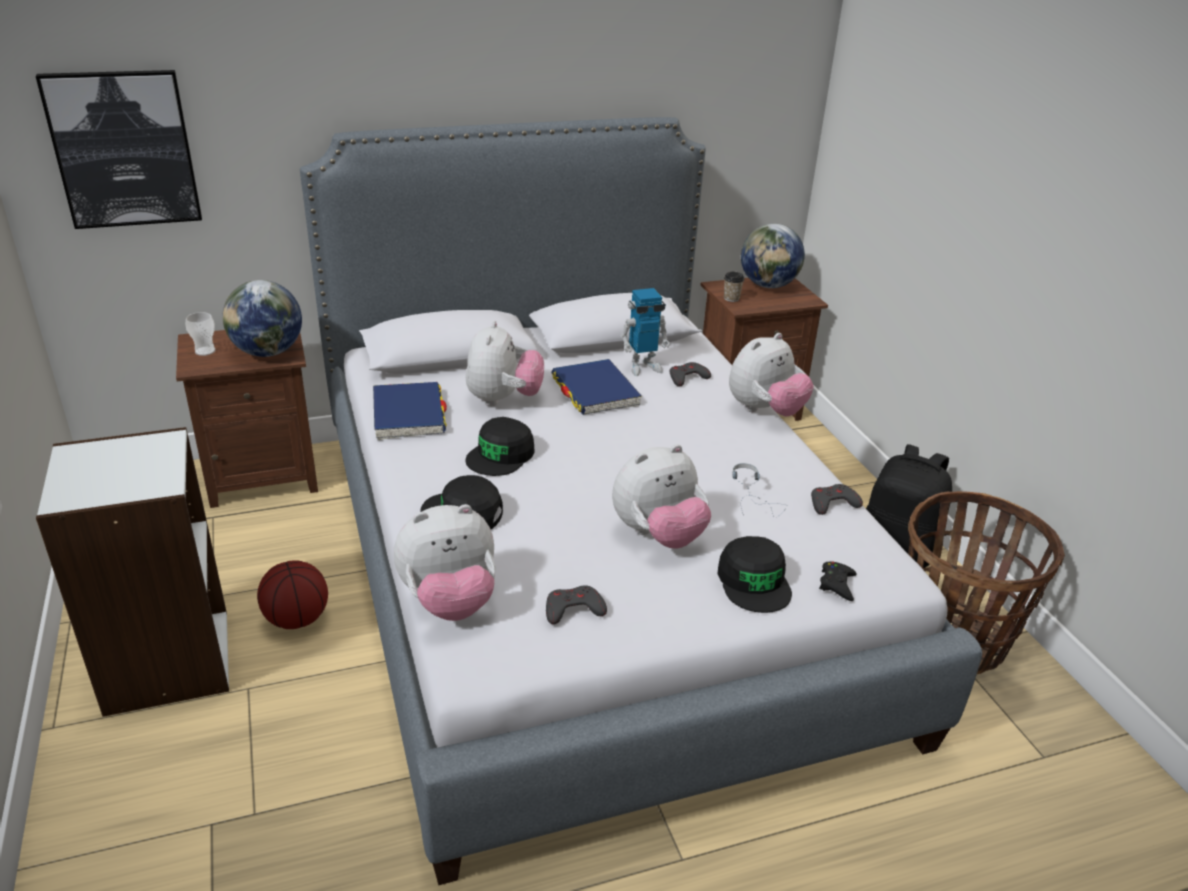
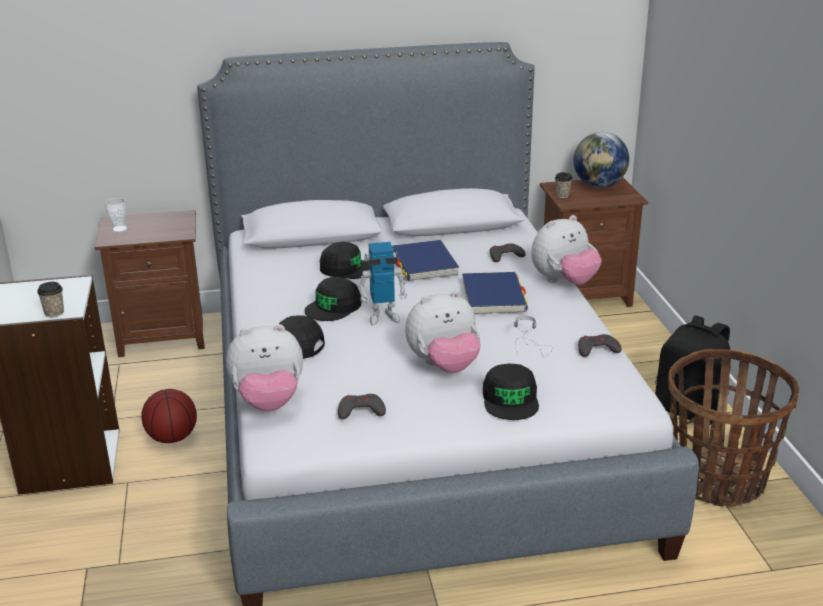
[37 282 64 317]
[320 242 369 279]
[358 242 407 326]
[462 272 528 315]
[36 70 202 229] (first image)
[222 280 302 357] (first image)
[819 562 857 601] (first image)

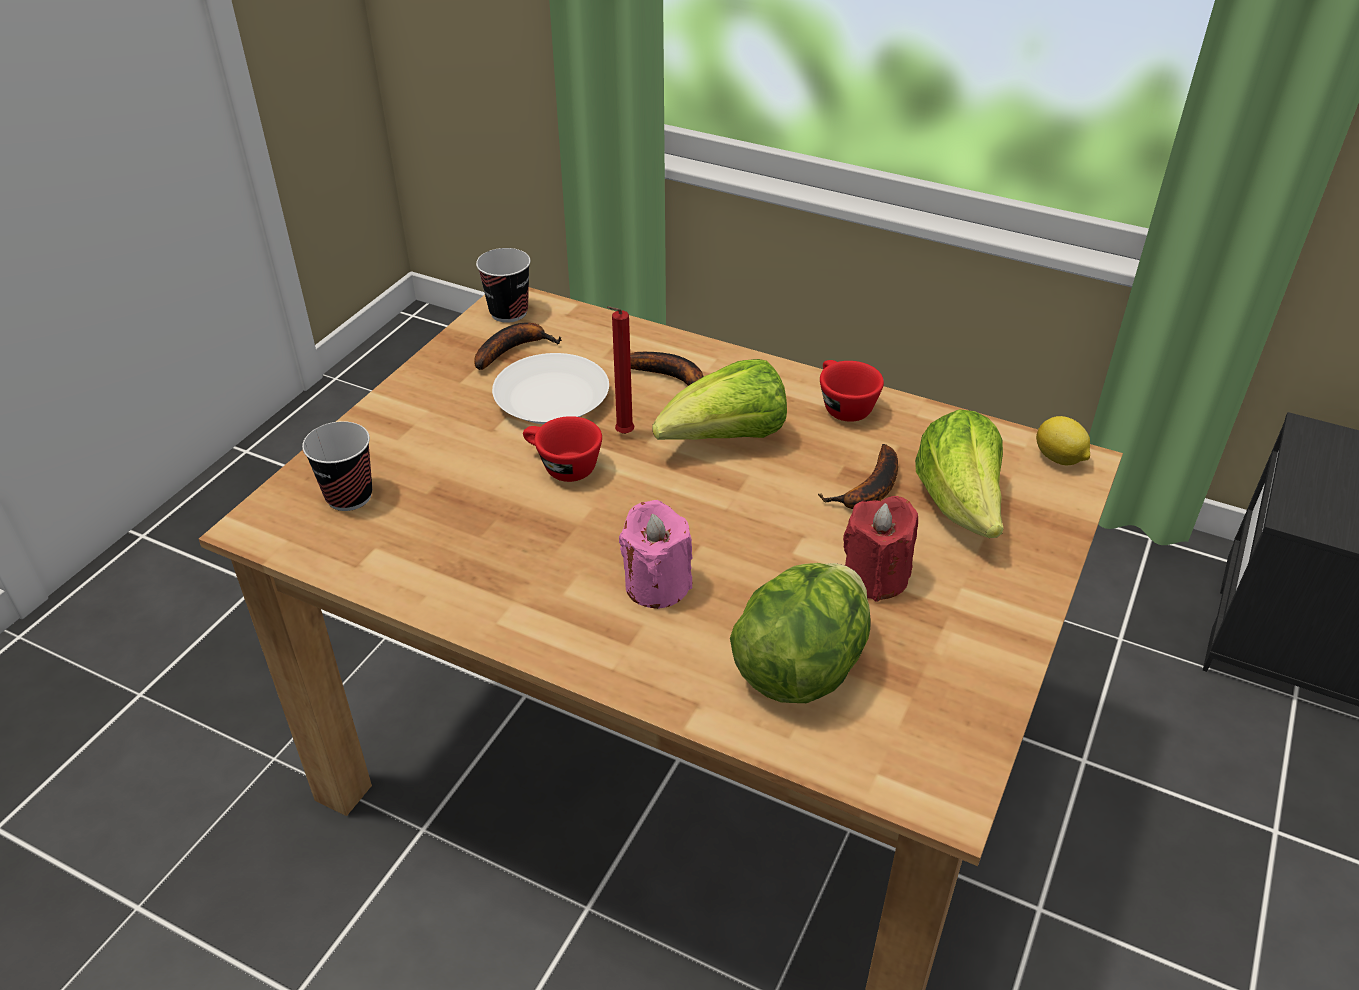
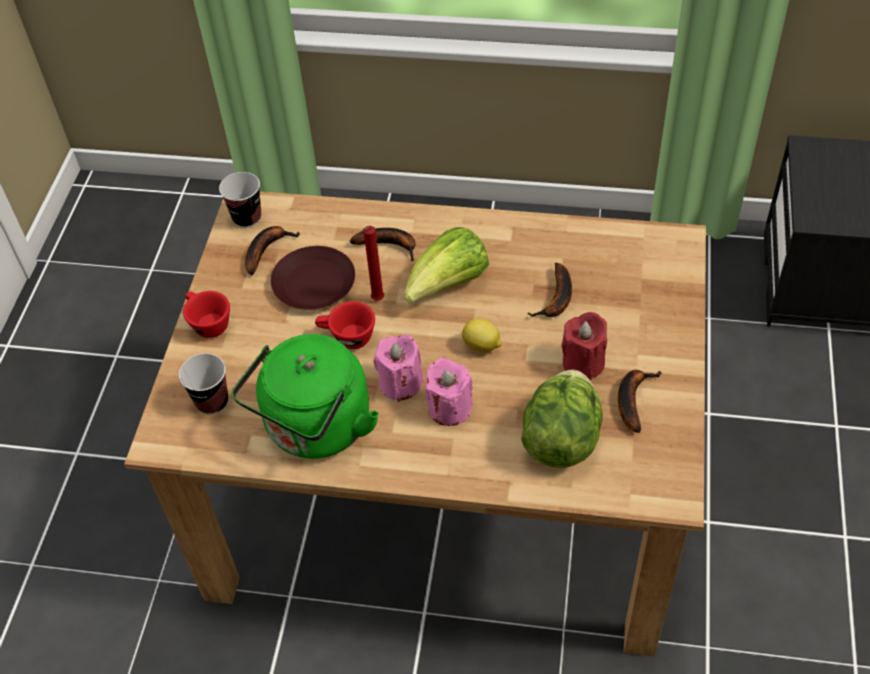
[183 291 230 338]
[232 334 379 459]
[271 246 355 310]
[373 334 424 402]
[462 318 501 353]
[618 370 662 433]
[915 409 1003 538] (first image)

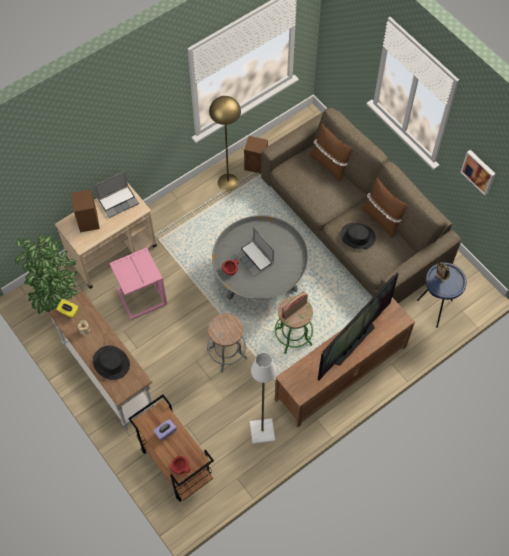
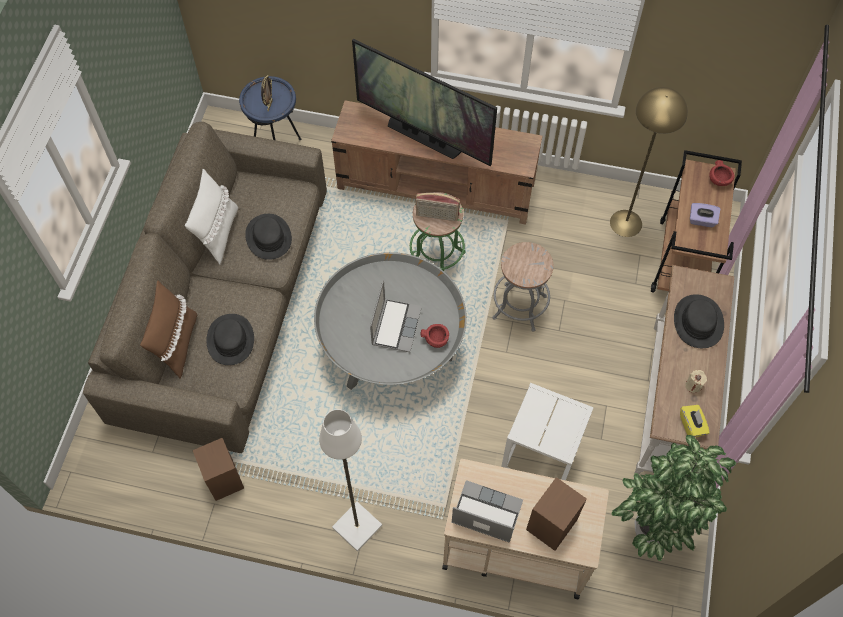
[185 169 238 265]
[206 314 254 365]
[319 409 382 551]
[352 39 497 166]
[501 383 594 480]
[610 87 688 237]
[461 150 495 195] (first image)

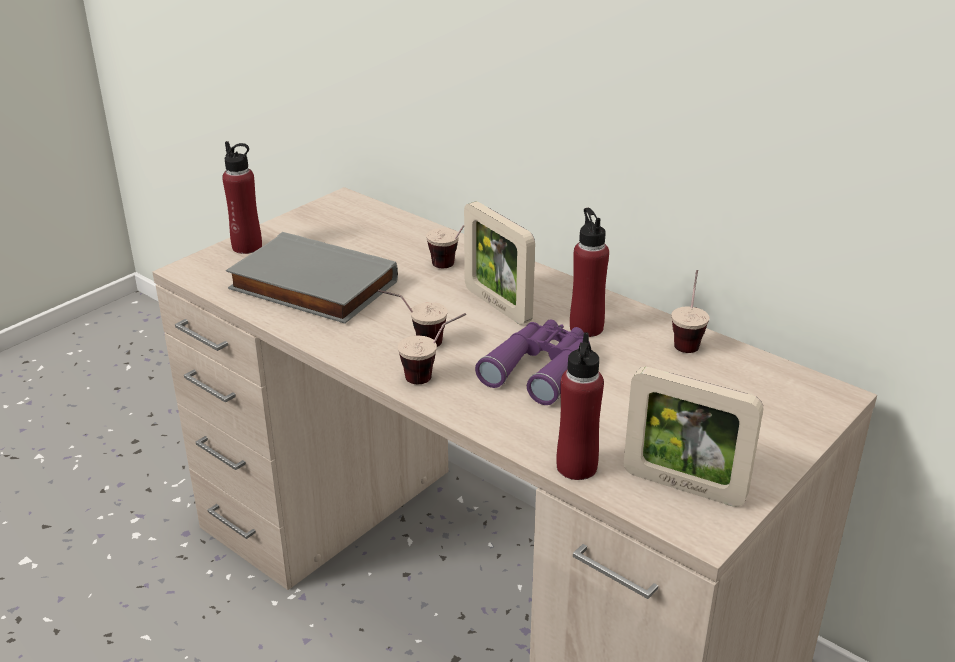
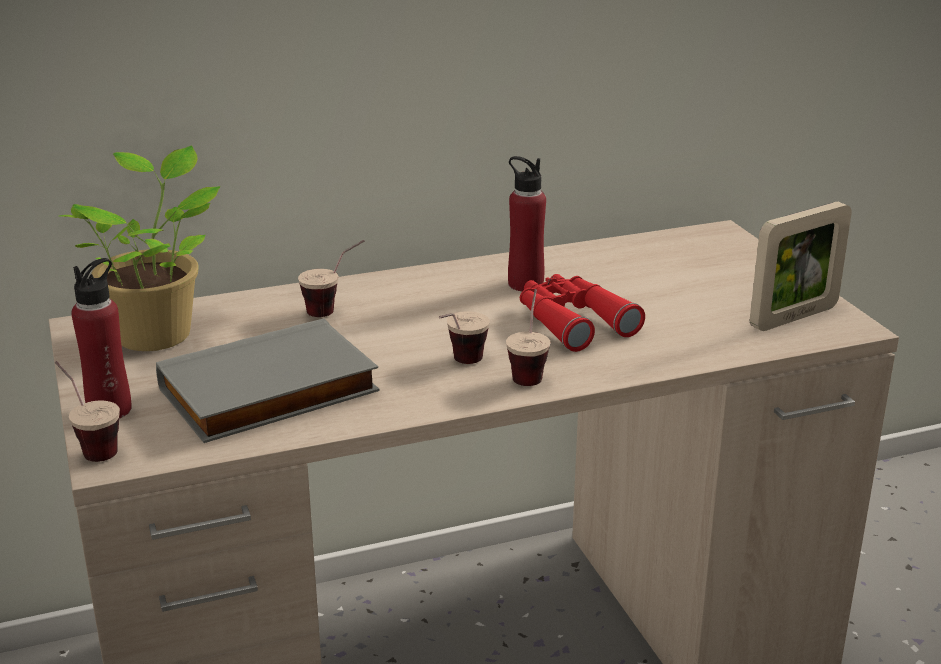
[55 361 120 462]
[59 146 221 351]
[520 274 645 352]
[464 201 535 325] (first image)
[556 332 604 480] (first image)

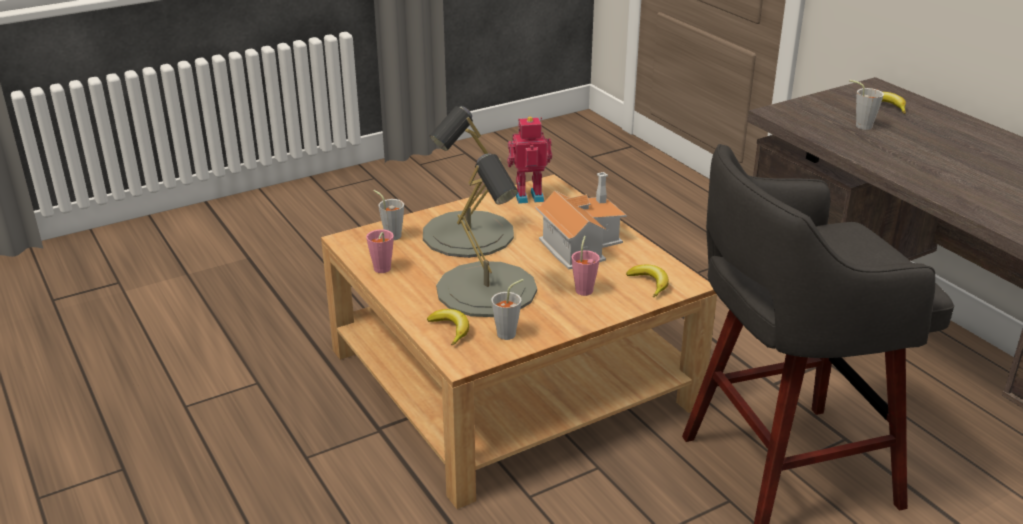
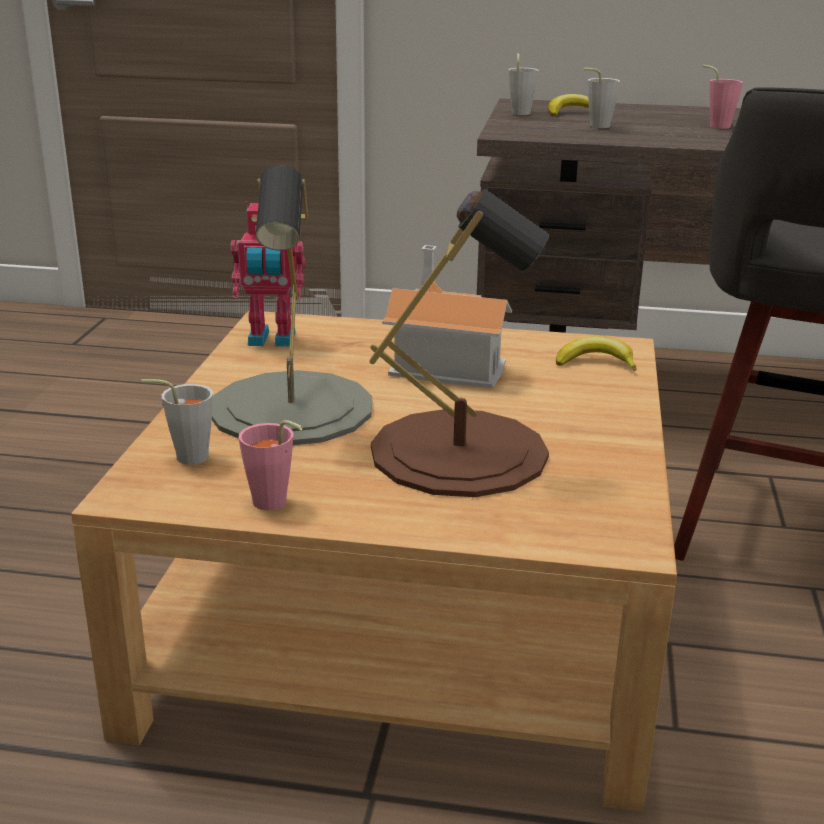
[231 201 305 347]
[369 189 549 497]
[508 53 539 115]
[703 65 743 129]
[427 309 469 346] (first image)

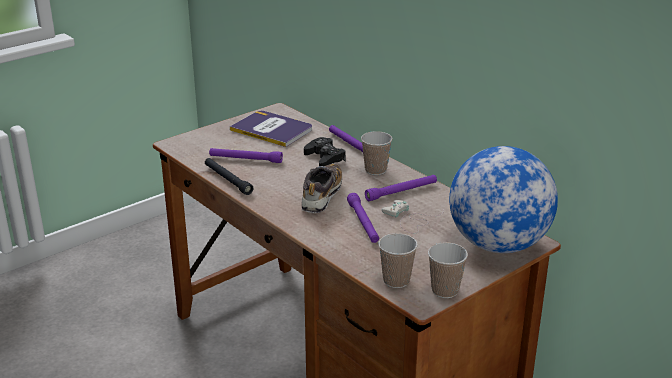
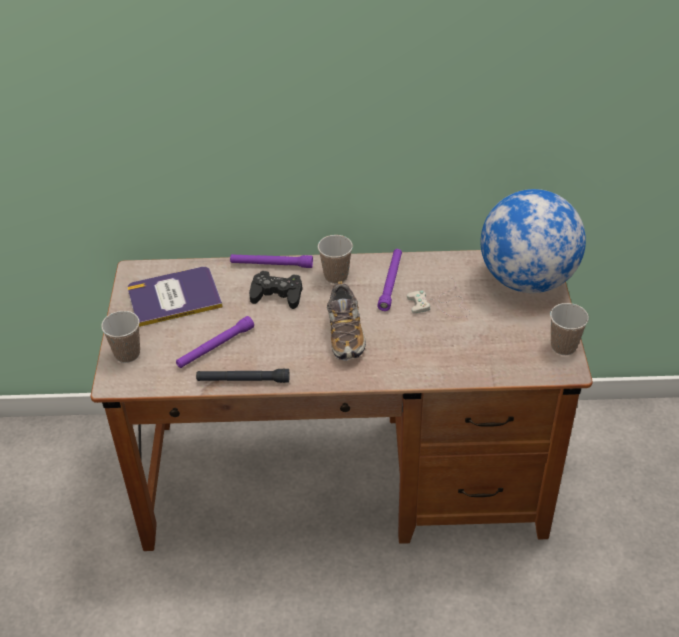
[101 311 140 363]
[327 281 366 361]
[347 193 379 243] (first image)

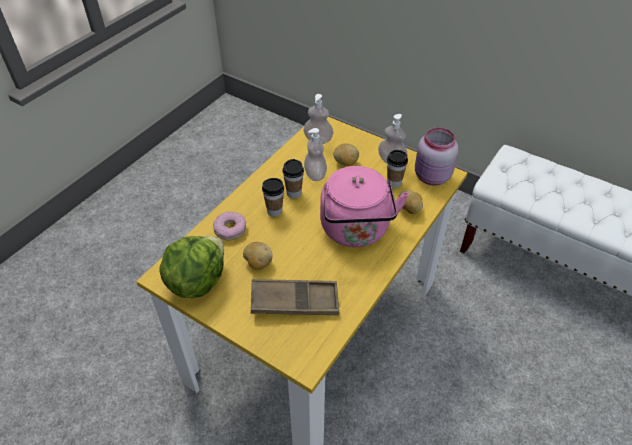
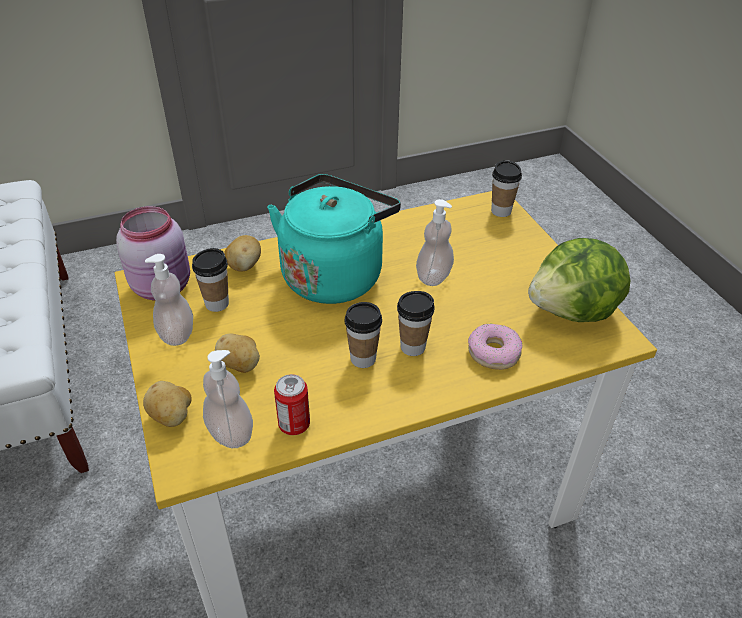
[143 381 192 427]
[267 174 401 304]
[274 374 310 435]
[416 199 454 286]
[491 160 522 217]
[251 279 339 316] (first image)

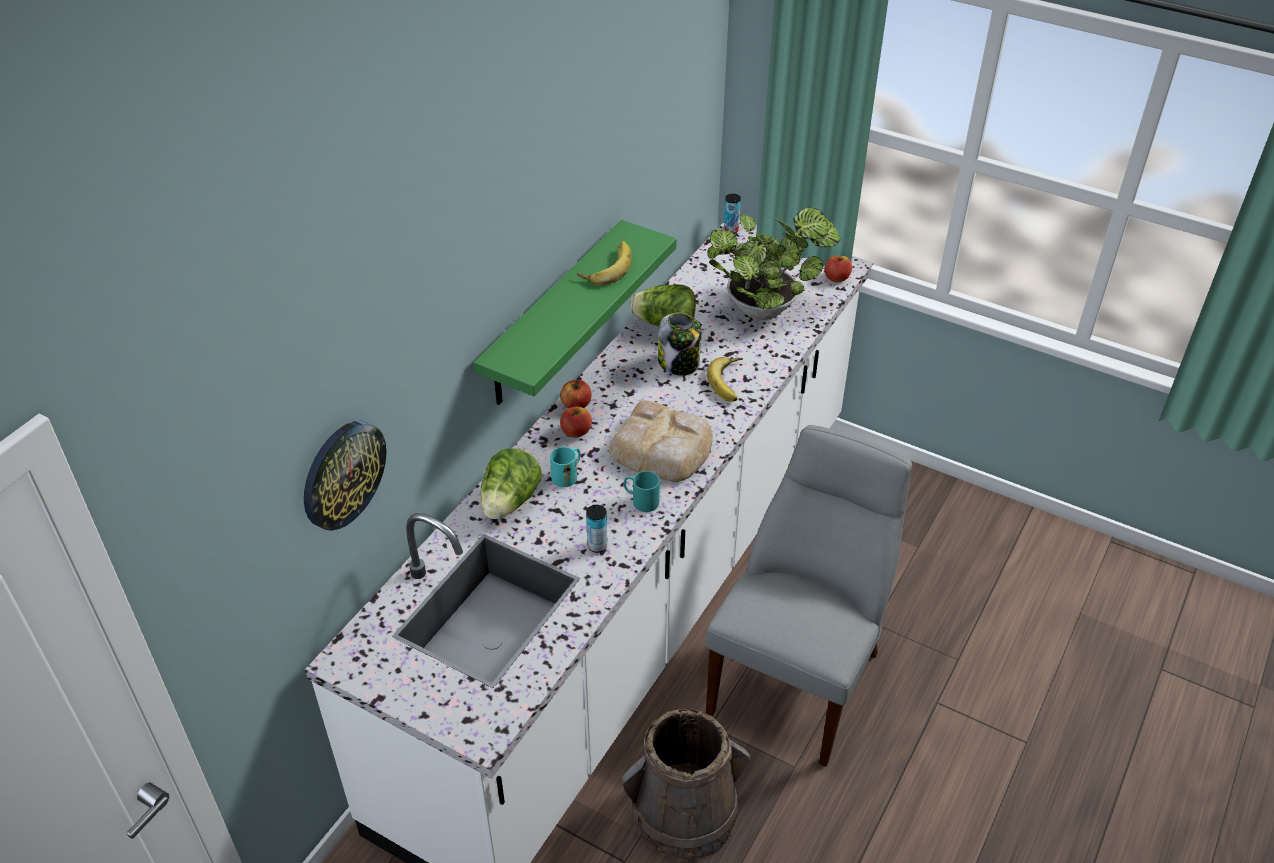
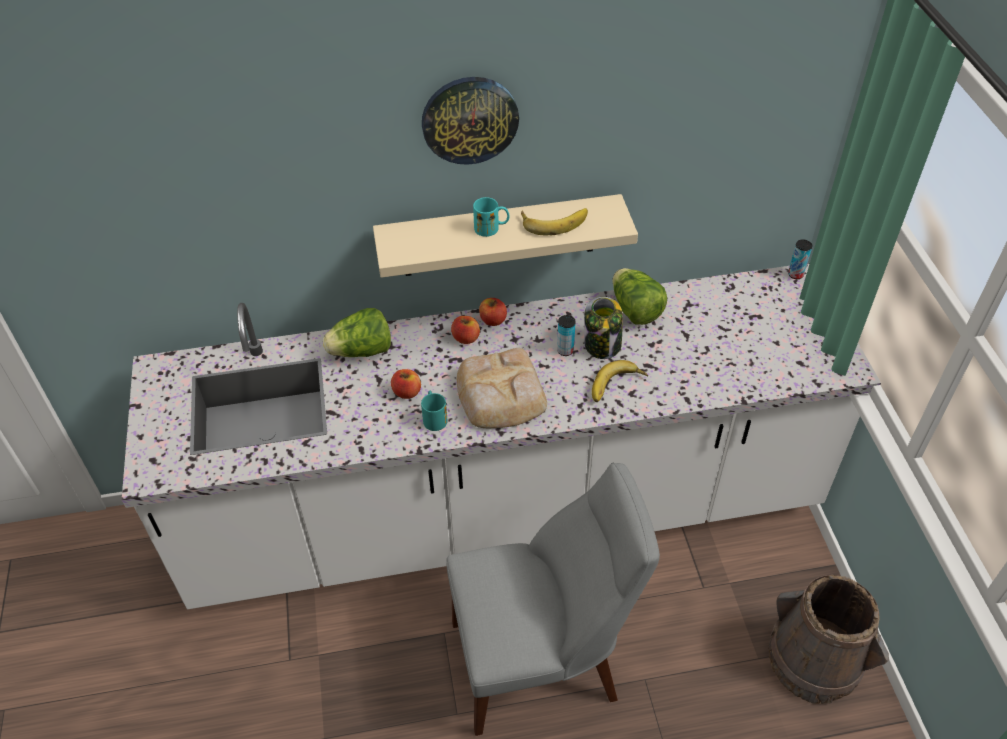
[373 194 638 278]
[391 369 421 399]
[422 77 519 165]
[473 197 510 237]
[557 315 576 356]
[768 575 889 704]
[707 207 841 320] (first image)

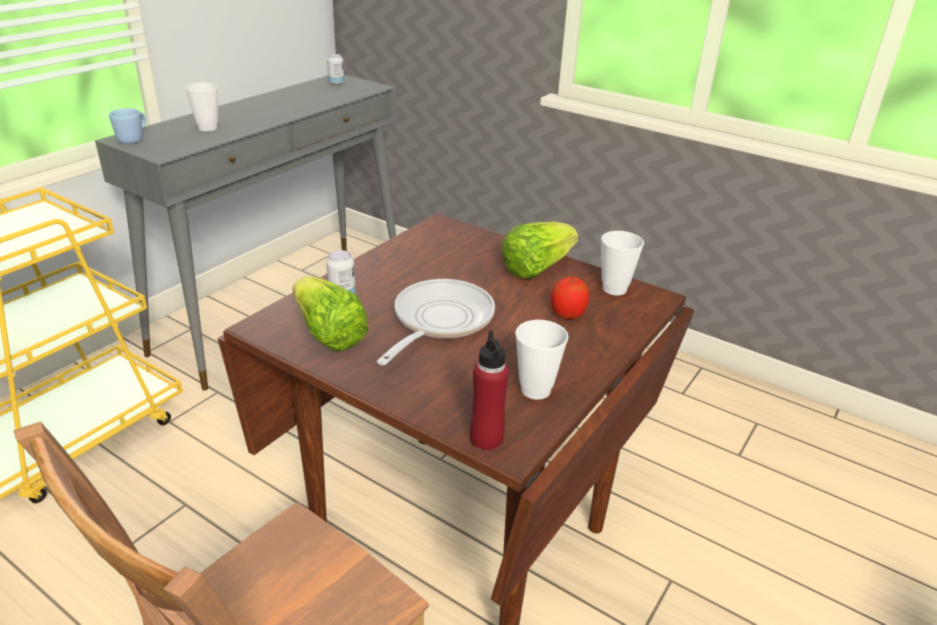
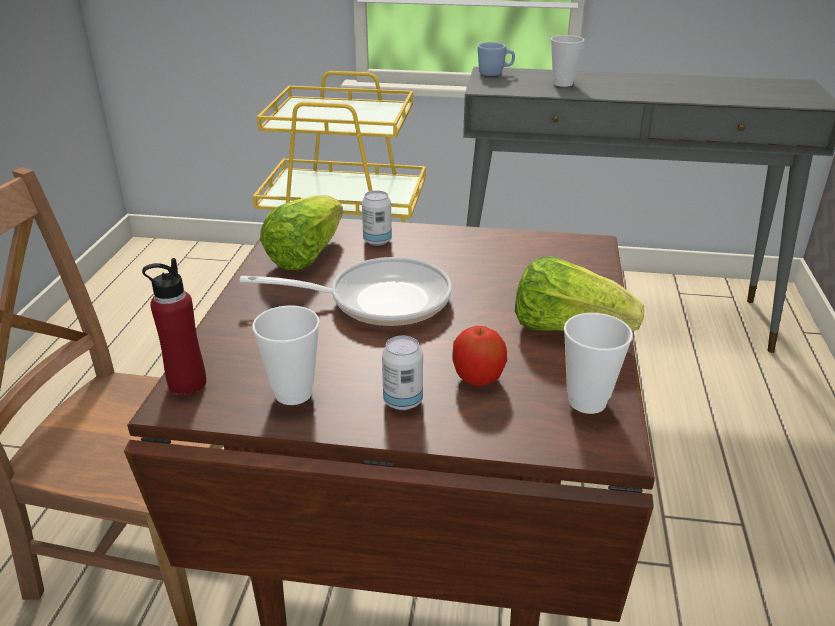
[382 336 423 410]

